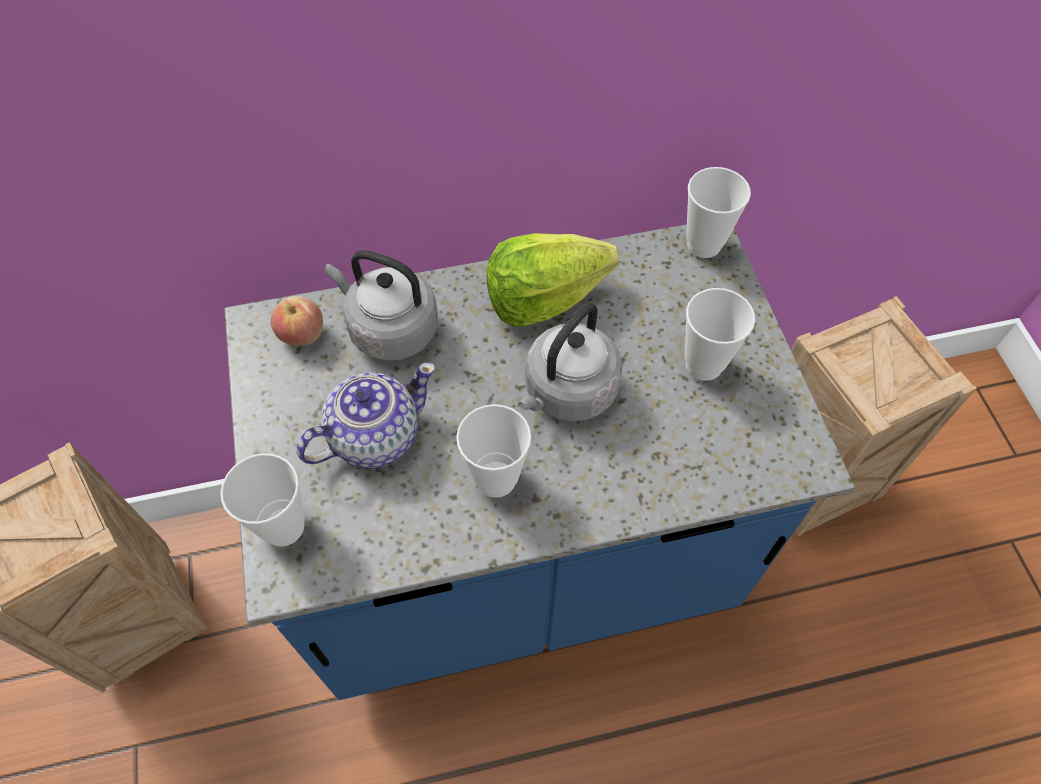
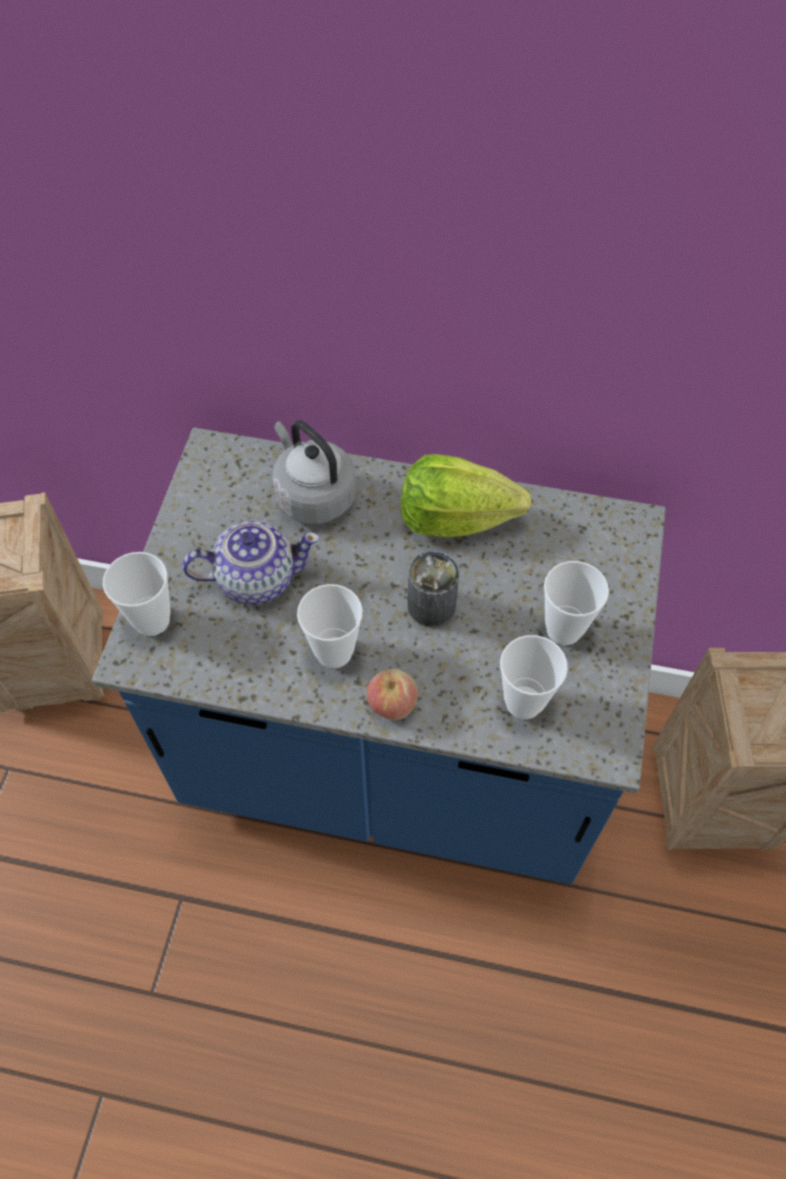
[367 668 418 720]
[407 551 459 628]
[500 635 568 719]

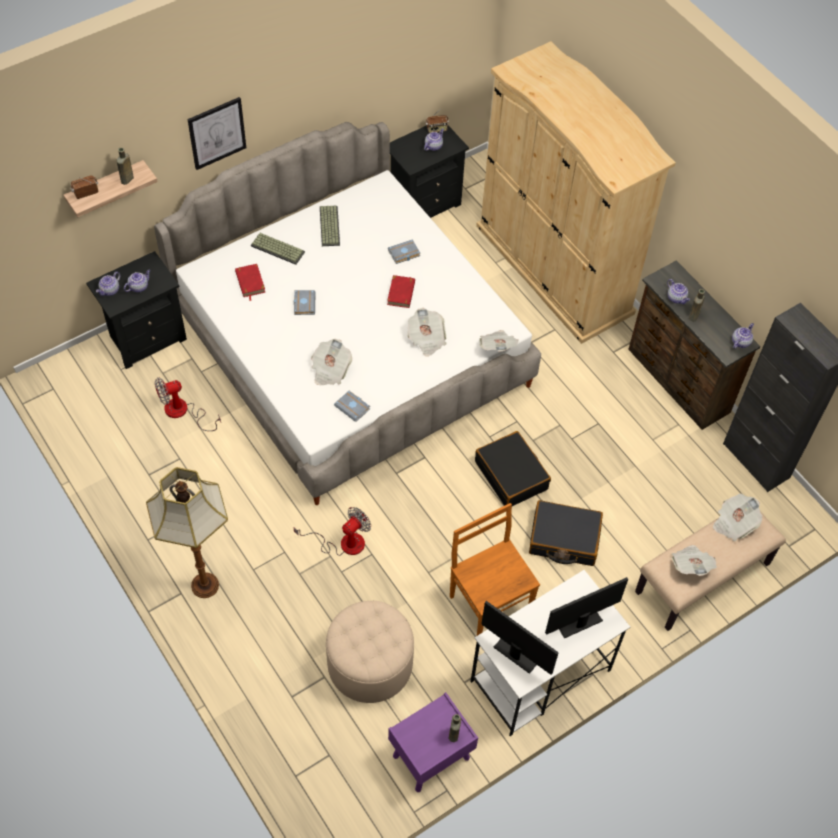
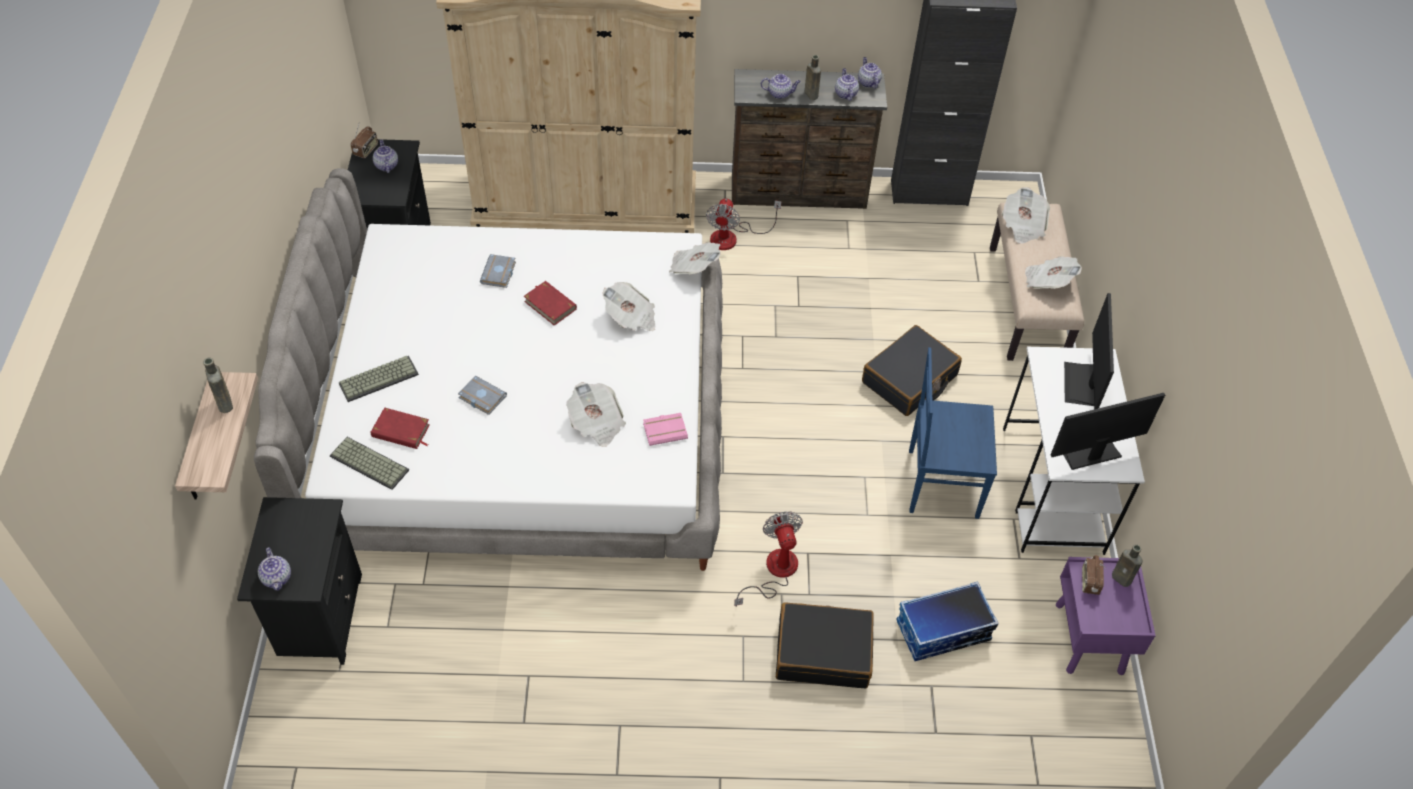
[330 437 409 490]
[643 413 688 446]
[706 198 782 250]
[776 602 874 688]
[835 68 859 101]
[896 581 999 661]
[909 347 997 519]
[1082 555 1105 595]
[146 467 228 598] (first image)
[187 97 246 170] (first image)

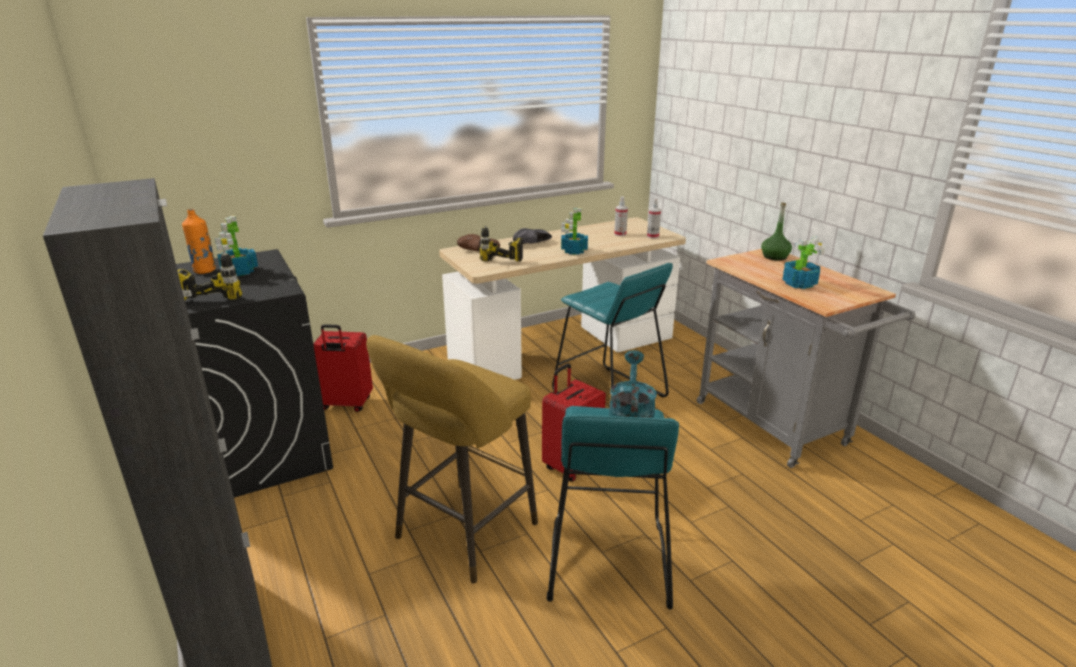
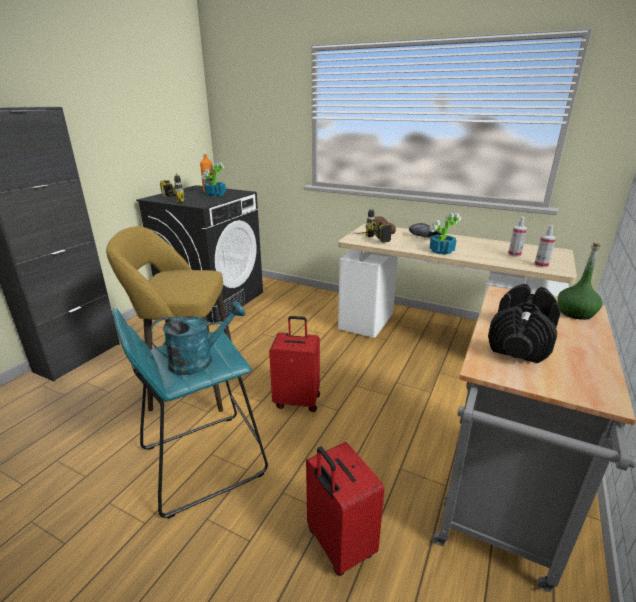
[306 442 385 576]
[488 284 561 363]
[552 263 673 398] (first image)

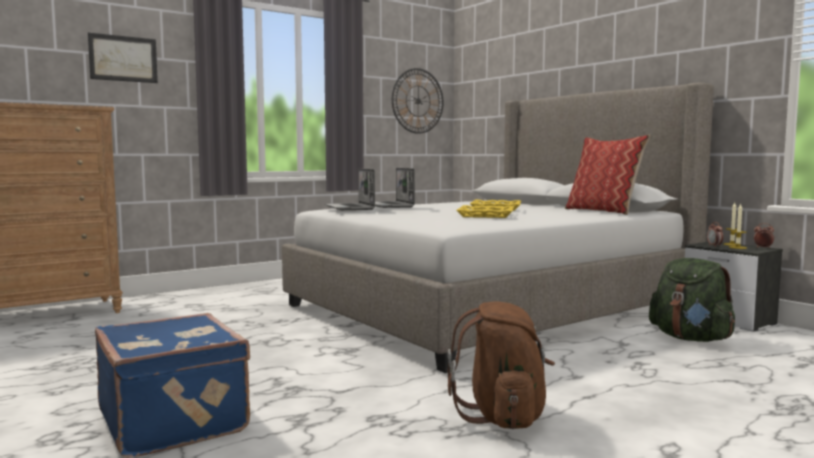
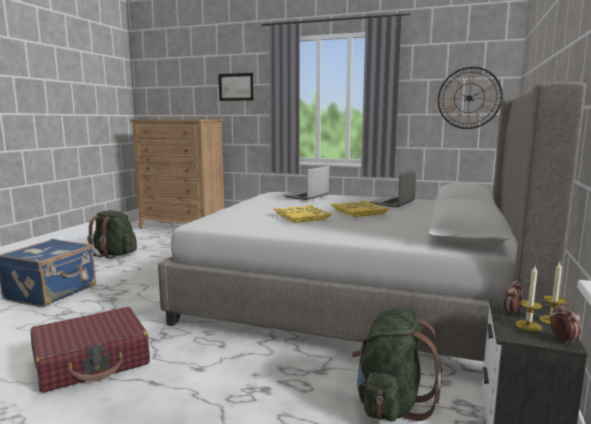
[31 307 150 393]
[87 210 137 259]
[369 170 416 207]
[565 135 650 215] (first image)

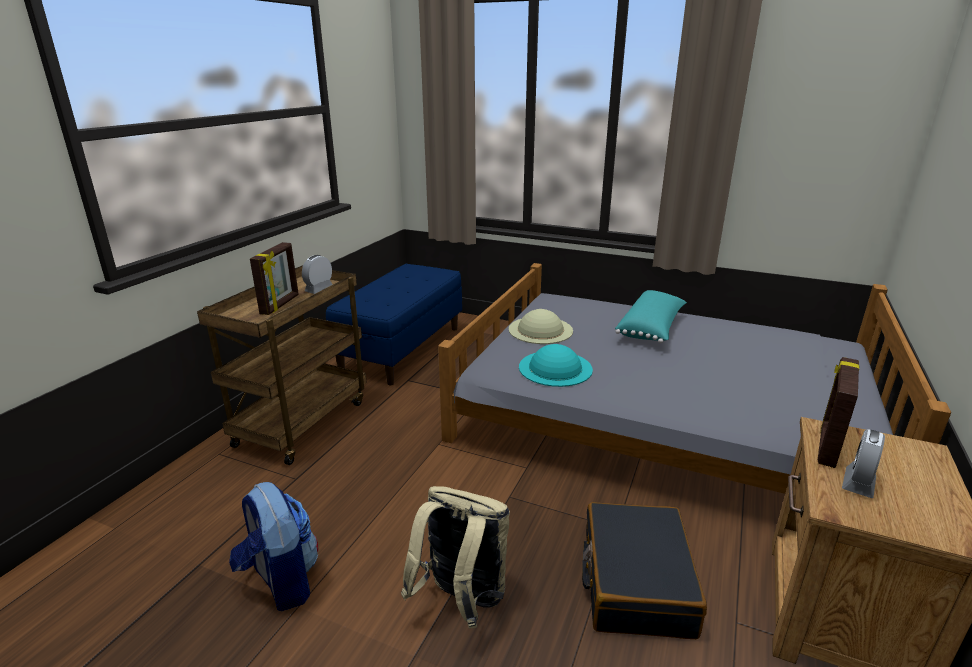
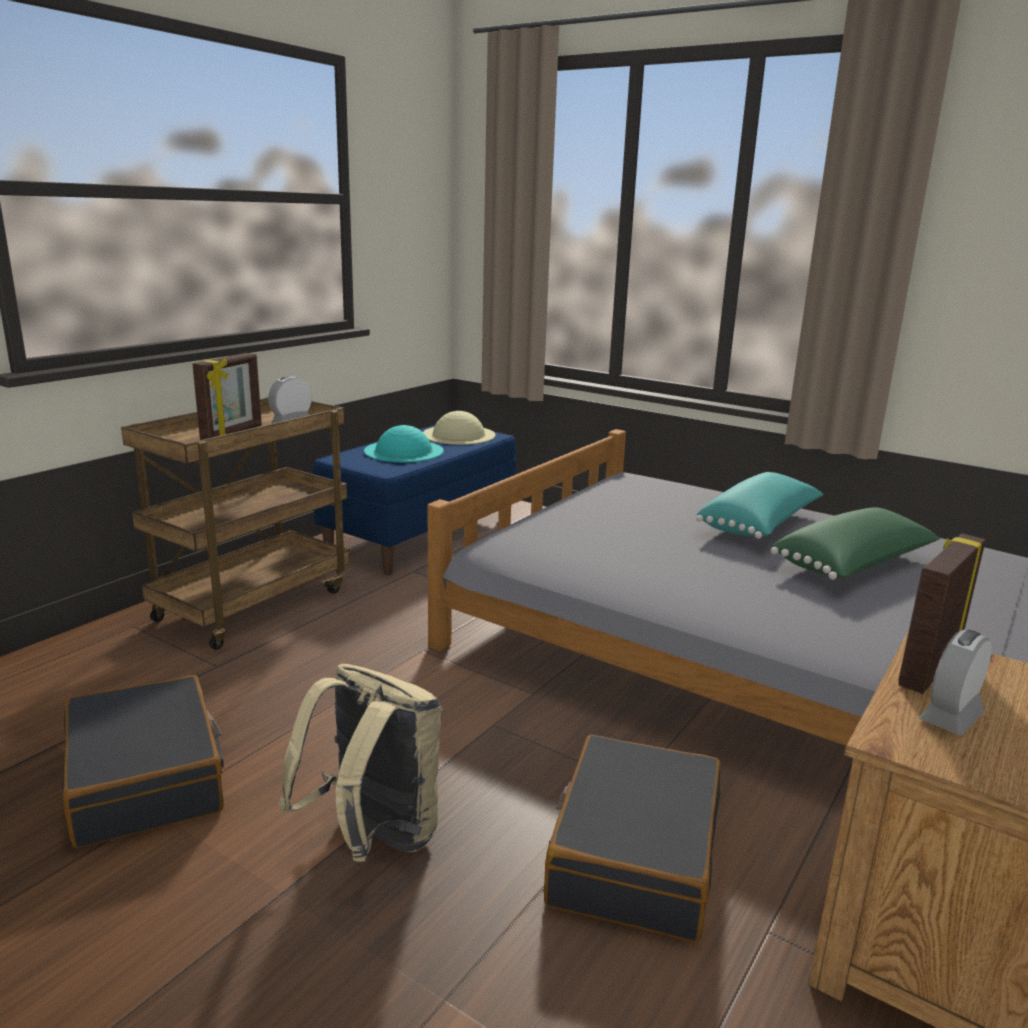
[62 675 224 848]
[364 425 444 462]
[423 411 496 445]
[771 507 940 580]

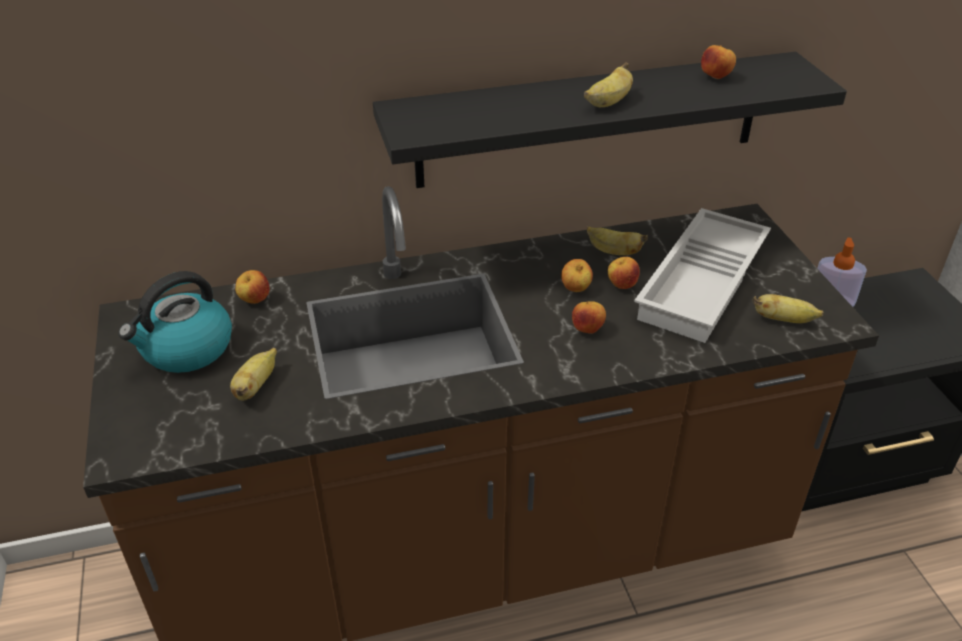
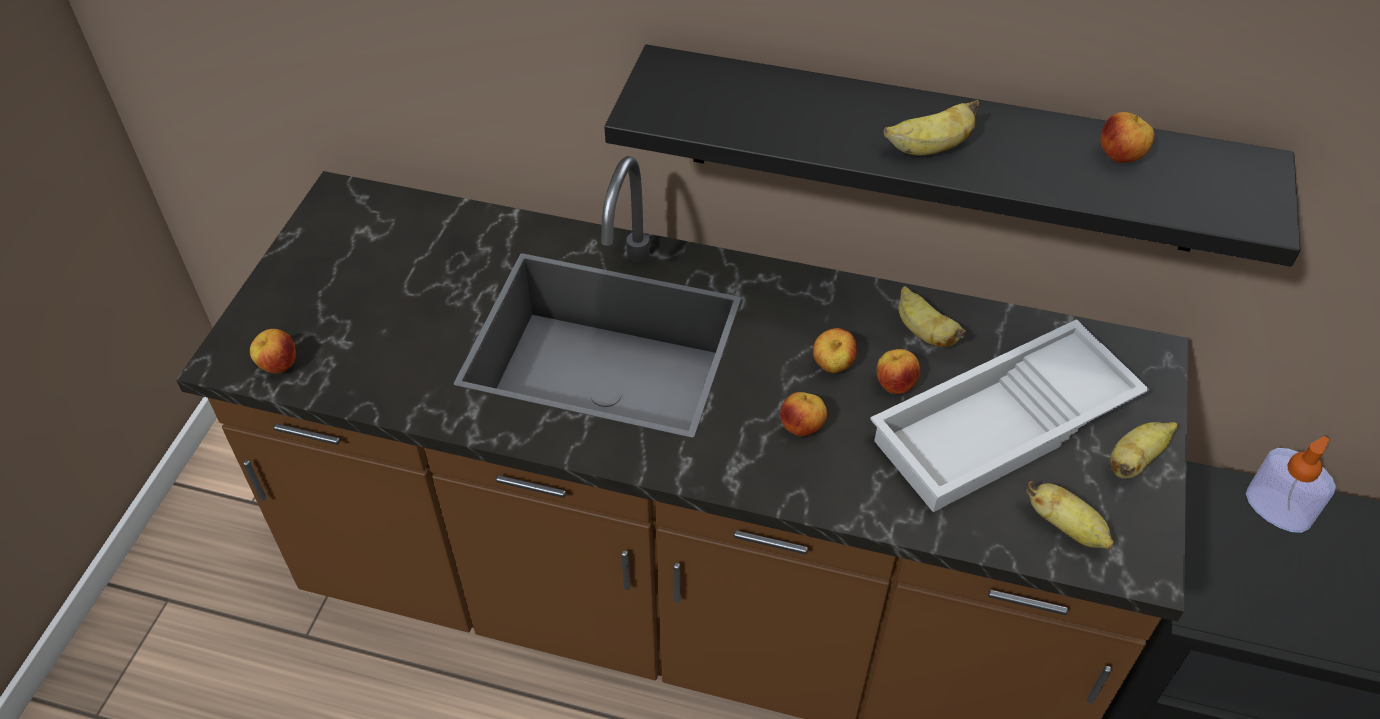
[250 329 296 373]
[1110 422 1178 478]
[118 271 232 373] (first image)

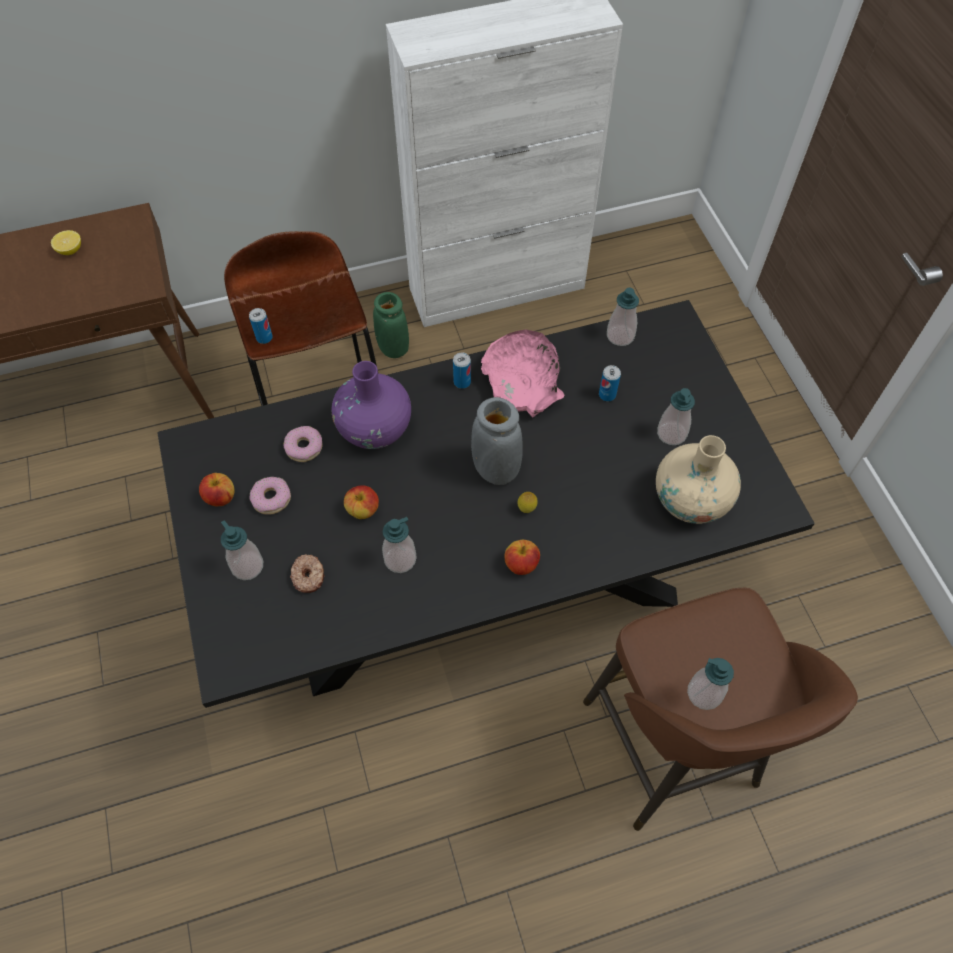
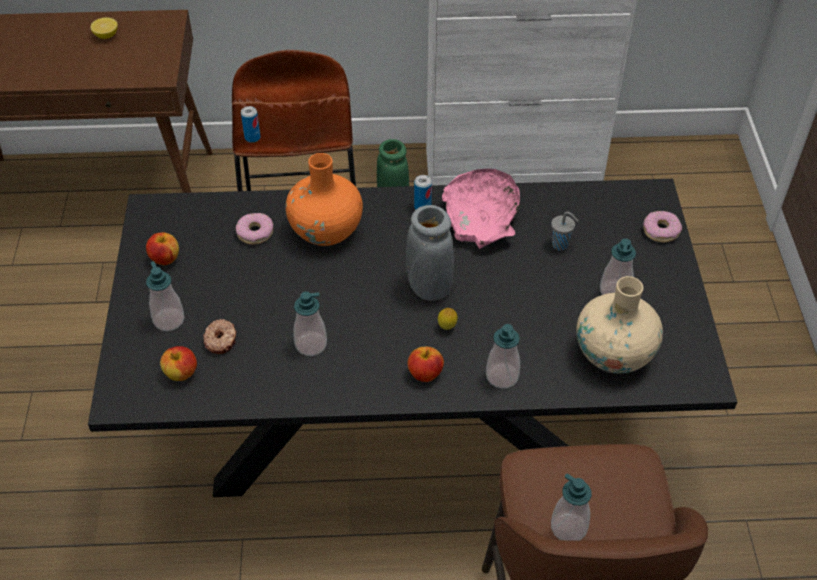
[160 346 197 381]
[285 153 363 246]
[486 324 520 389]
[551 212 579 251]
[643 211 682 242]

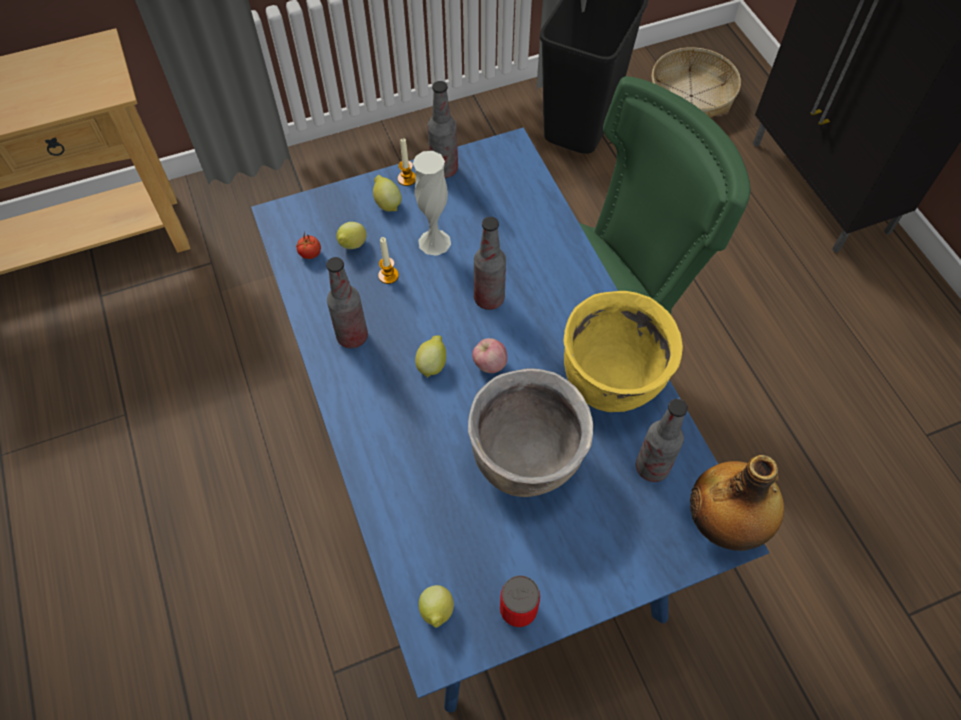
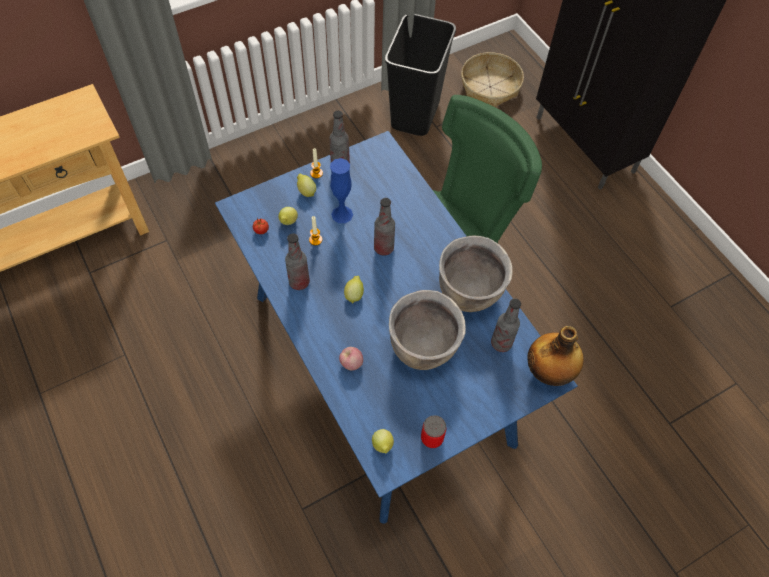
[330 158 353 223]
[339 347 363 370]
[439 235 513 312]

